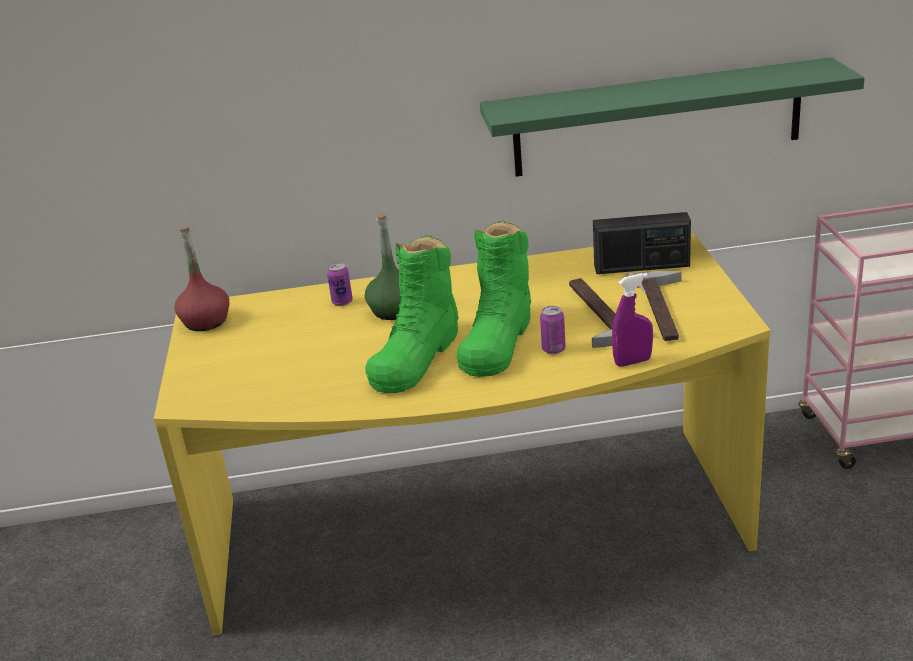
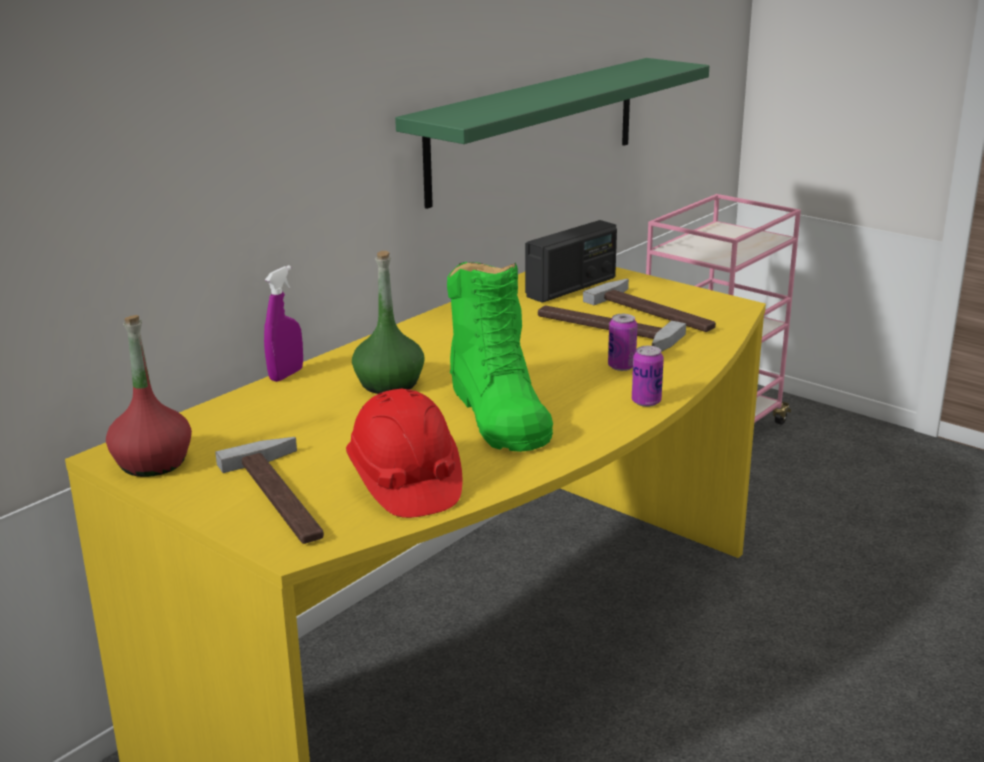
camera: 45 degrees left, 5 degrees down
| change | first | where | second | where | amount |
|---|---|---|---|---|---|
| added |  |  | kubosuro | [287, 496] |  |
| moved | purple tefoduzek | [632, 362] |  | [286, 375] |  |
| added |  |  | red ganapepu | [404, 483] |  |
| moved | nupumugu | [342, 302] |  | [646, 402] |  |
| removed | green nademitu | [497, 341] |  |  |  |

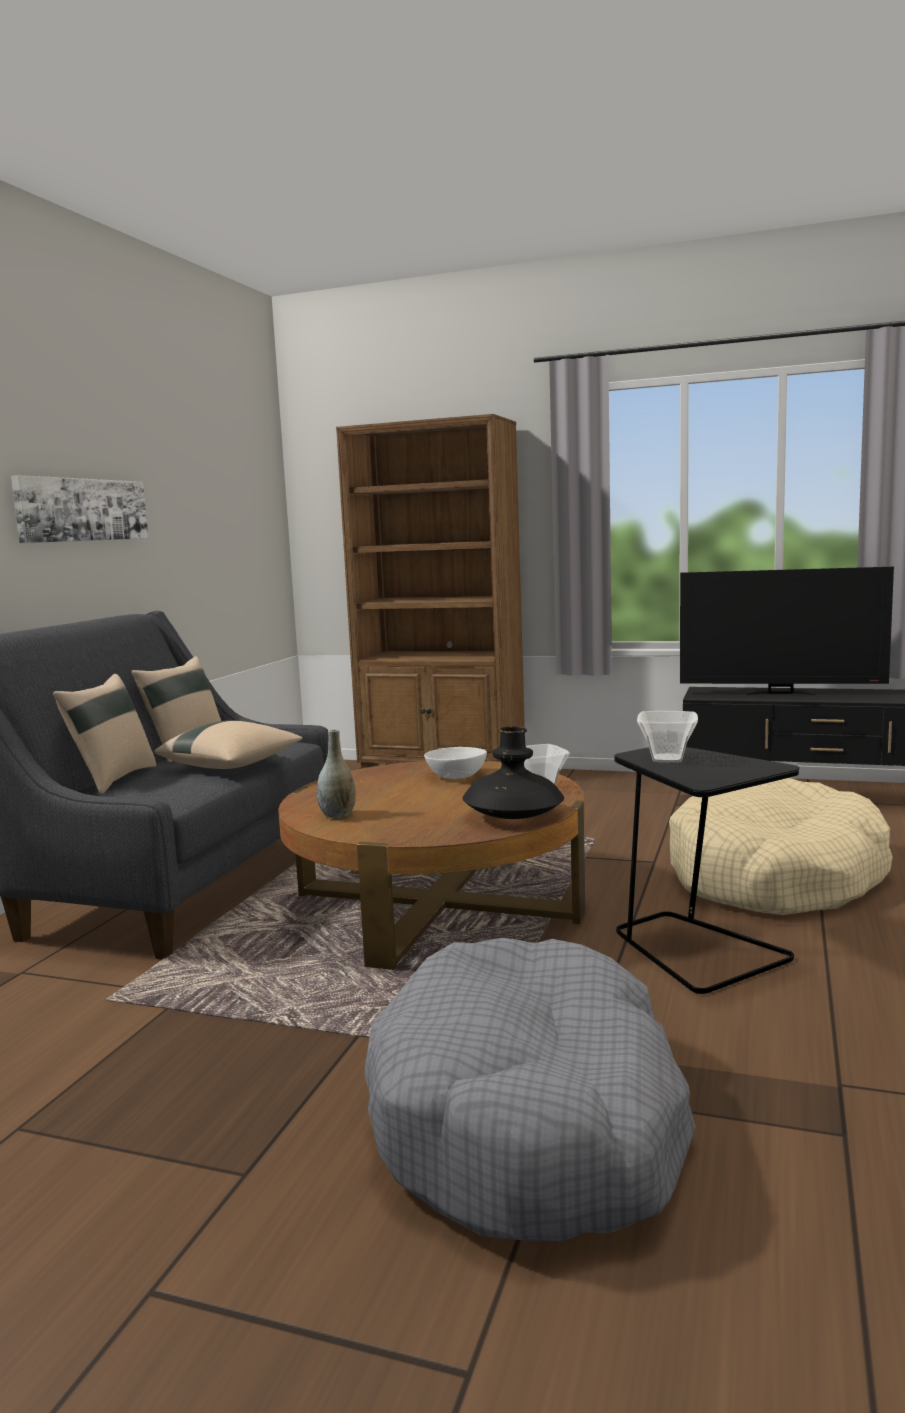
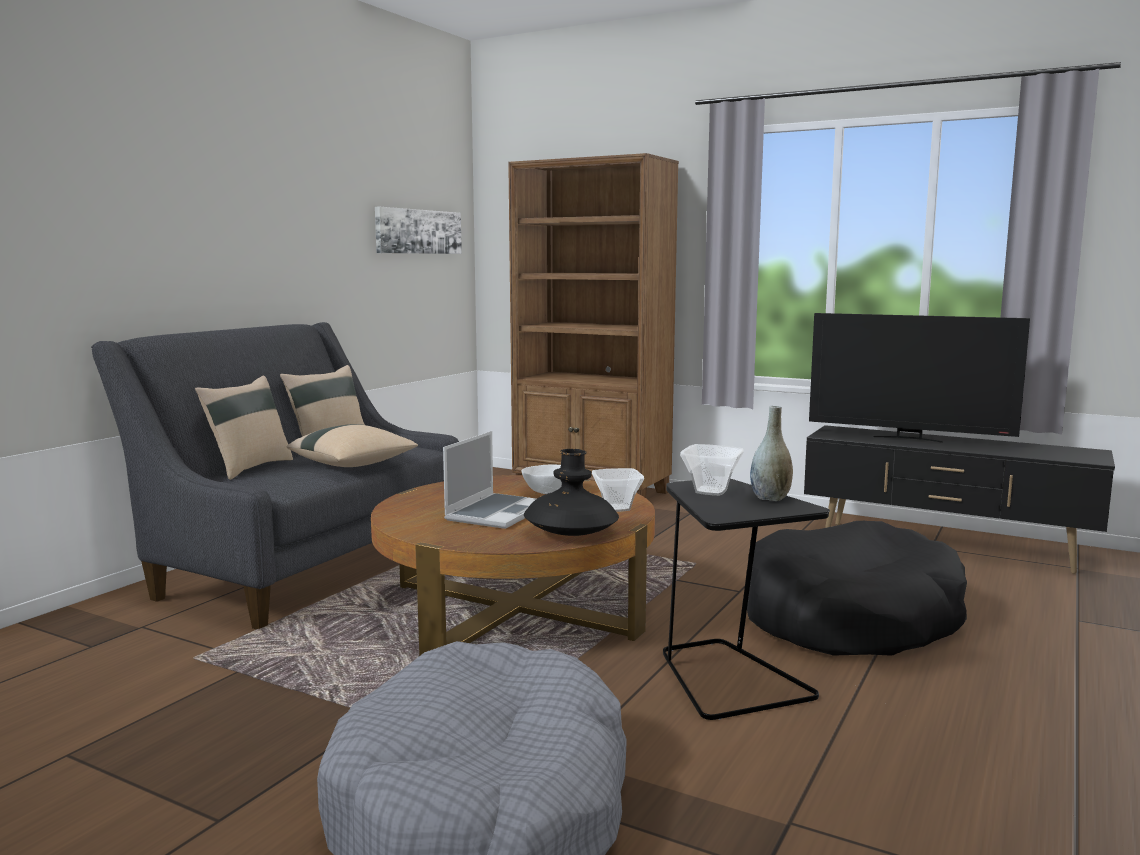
camera: 10 degrees right, 0 degrees up
| change | first | where | second | where | amount |
|---|---|---|---|---|---|
| moved | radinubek | [82, 510] |  | [418, 231] |  |
| added |  |  | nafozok | [496, 513] |  |
| recoloured | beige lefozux | [775, 877] | black lefozux | [849, 618] |  |
| moved | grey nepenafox | [337, 815] |  | [770, 498] |  |

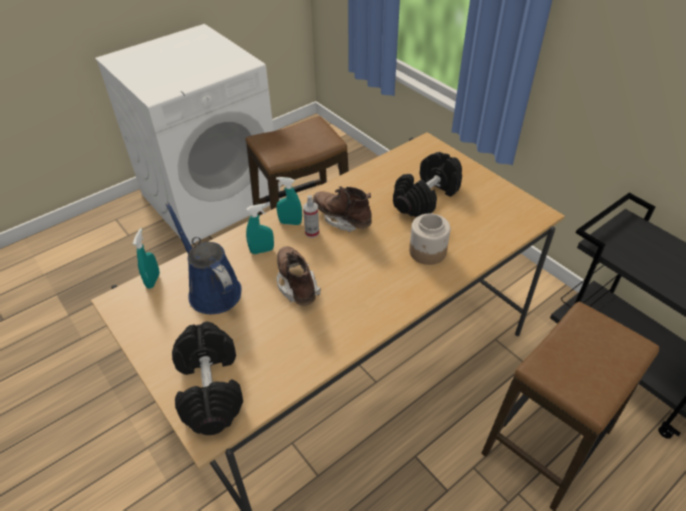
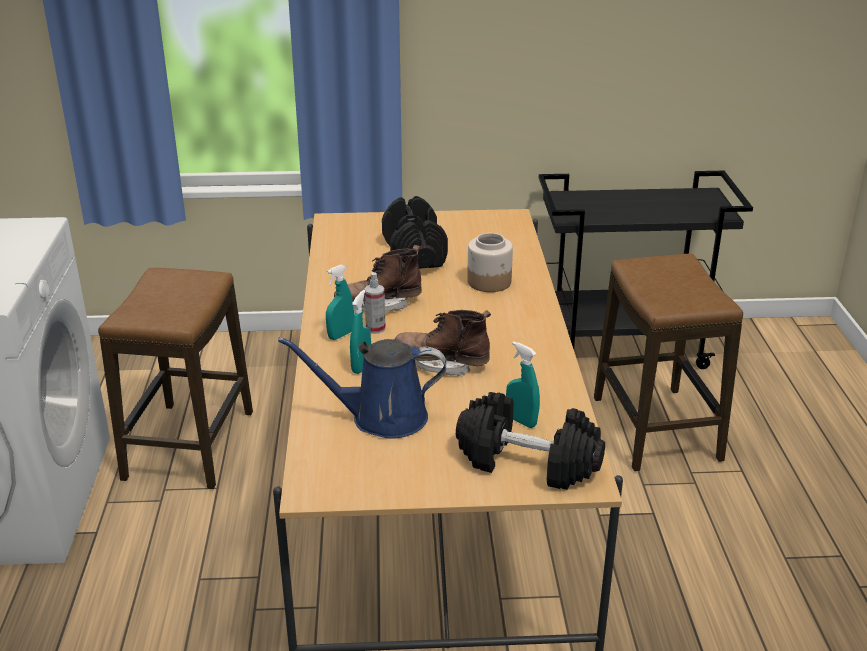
camera: 55 degrees left, 15 degrees down
| change | first | where | second | where | amount |
|---|---|---|---|---|---|
| moved | turquoise tefoduzek | [153, 280] |  | [521, 421] |  |

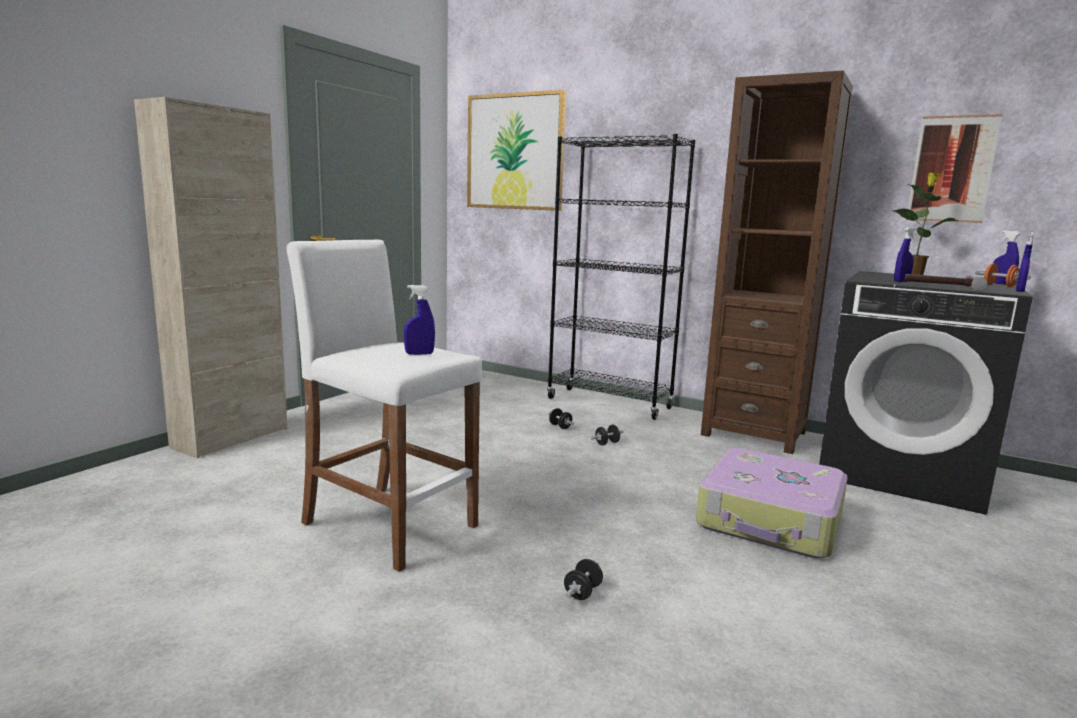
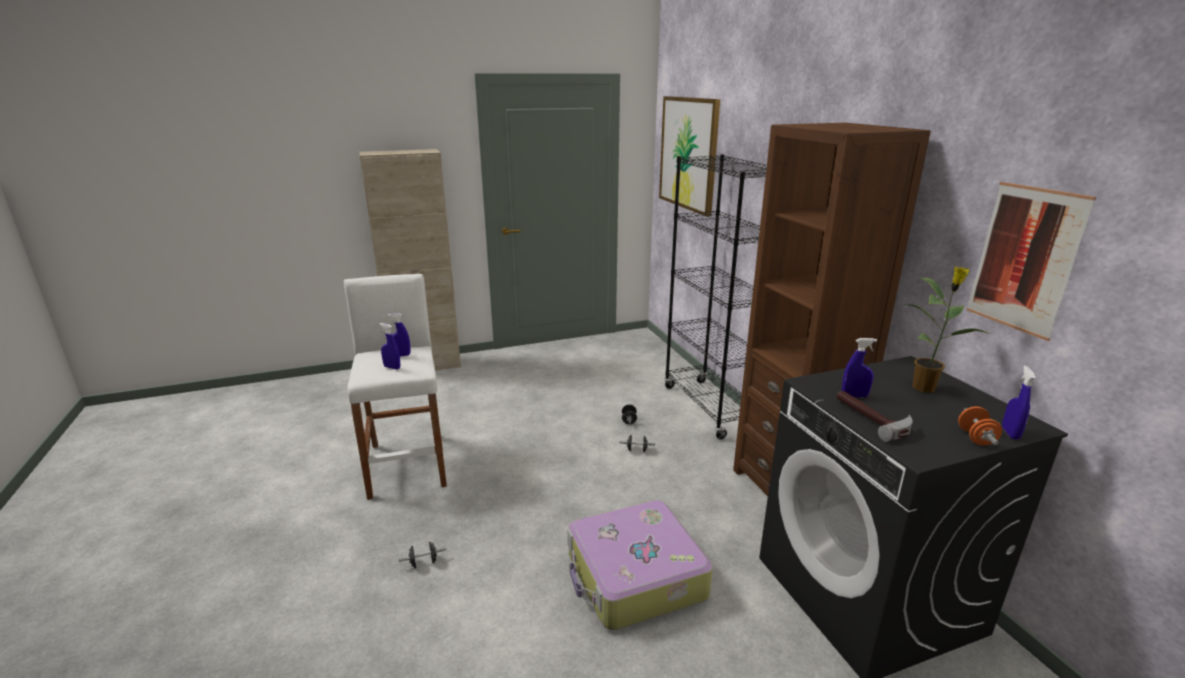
camera: 40 degrees right, 10 degrees up
| change | first | where | second | where | amount |
|---|---|---|---|---|---|
| moved | blue tefoduzek | [1019, 291] |  | [401, 355] |  |

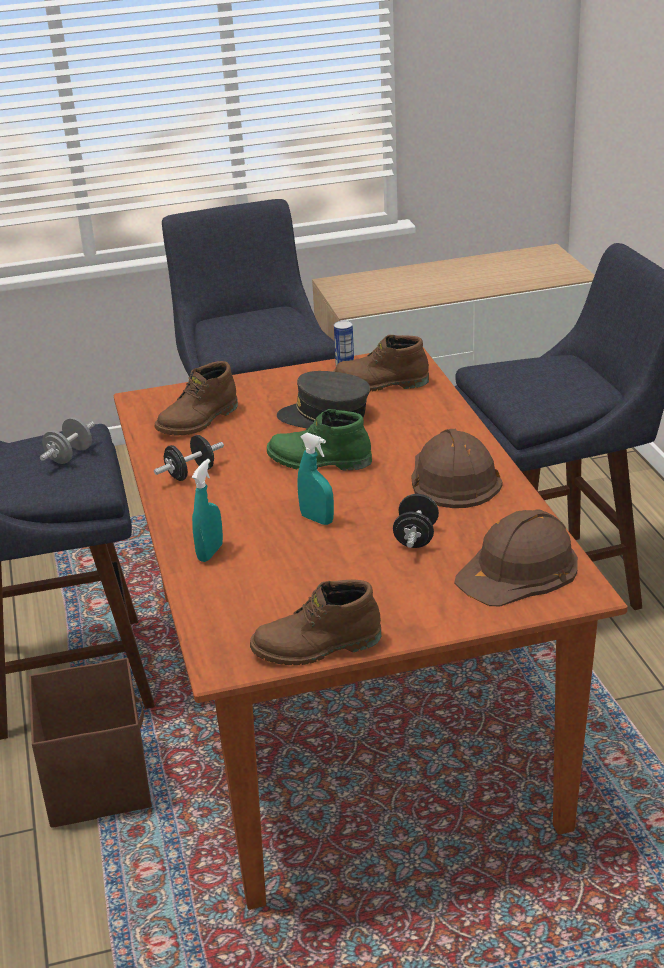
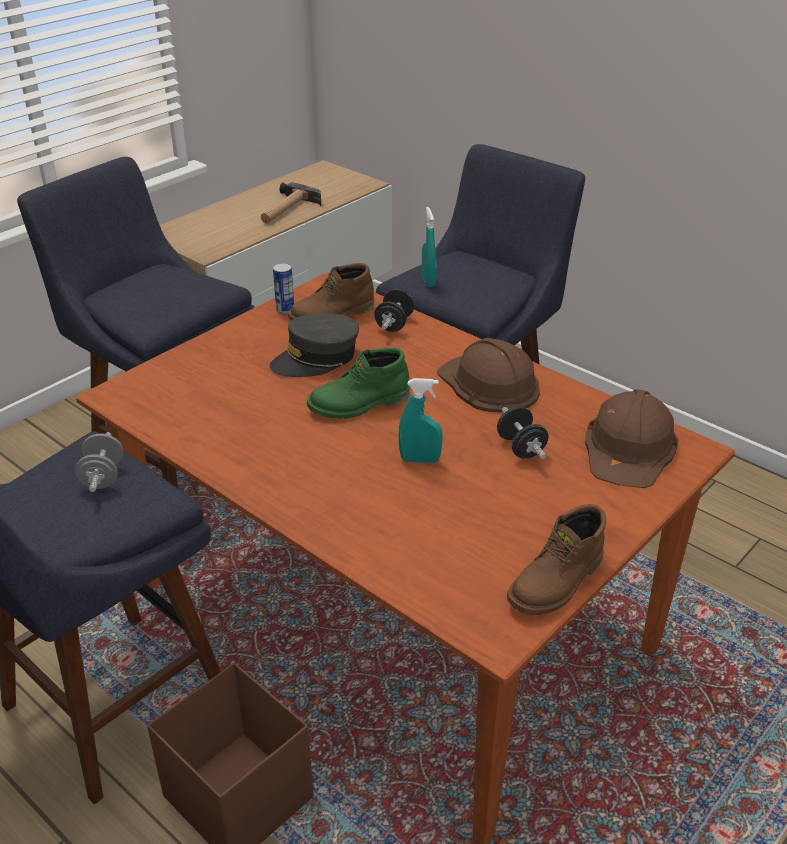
camera: 35 degrees left, 5 degrees up
| change | first | where | second | where | amount |
|---|---|---|---|---|---|
| added |  |  | kubosuro | [287, 210] |  |
| moved | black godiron | [190, 473] |  | [394, 324] |  |
| moved | turquoise tefoduzek | [210, 552] |  | [428, 281] |  |
| removed | brown nademitu | [199, 421] |  |  |  |

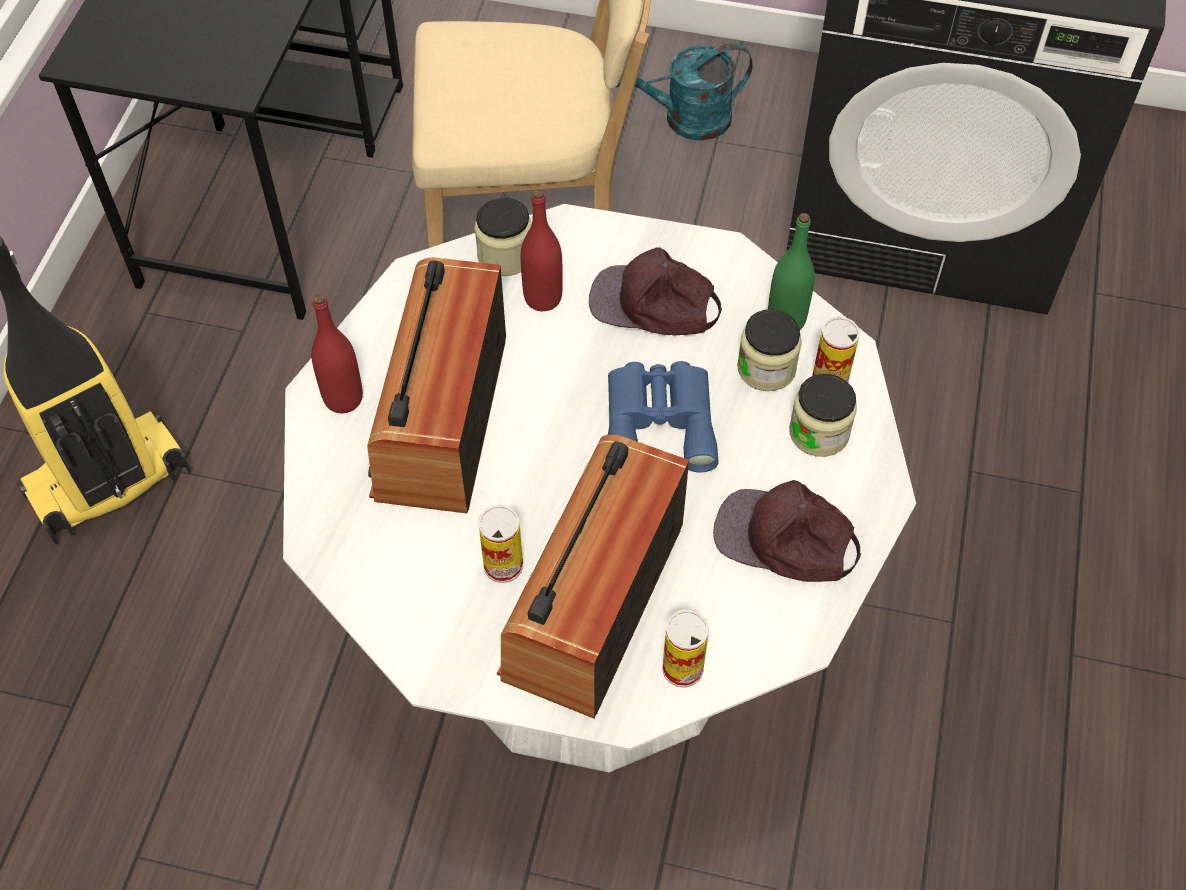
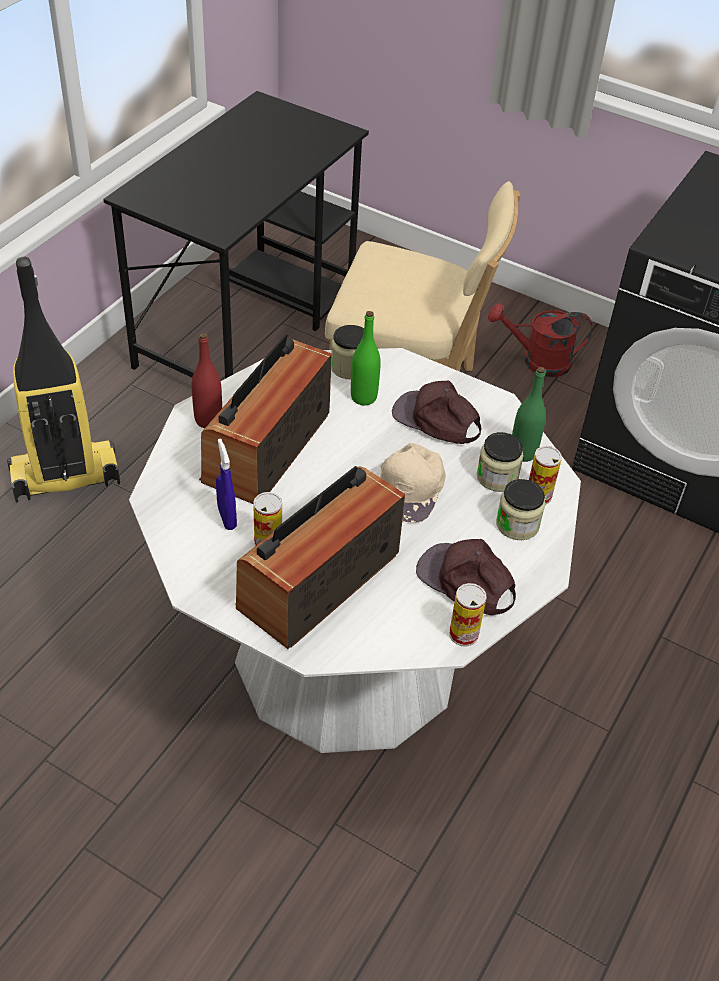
camera: 15 degrees right, 10 degrees down
| change | first | where | second | where | amount |
|---|---|---|---|---|---|
| added |  |  | blue tefoduzek | [227, 518] |  |
| recoloured | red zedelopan | [543, 298] | green zedelopan | [363, 397] |  |
| replaced | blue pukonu | [659, 420] | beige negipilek | [410, 488] |  |
| moved | nupumugu | [682, 668] |  | [463, 634] |  |
| recoloured | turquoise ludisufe | [685, 120] | red ludisufe | [537, 361] |  |

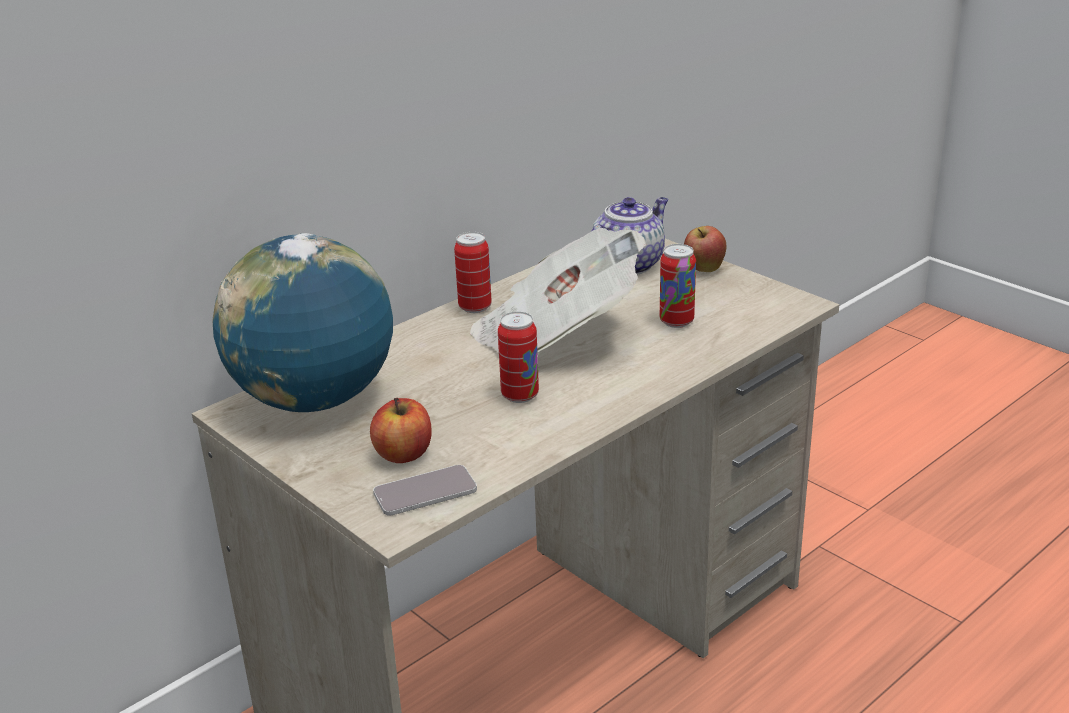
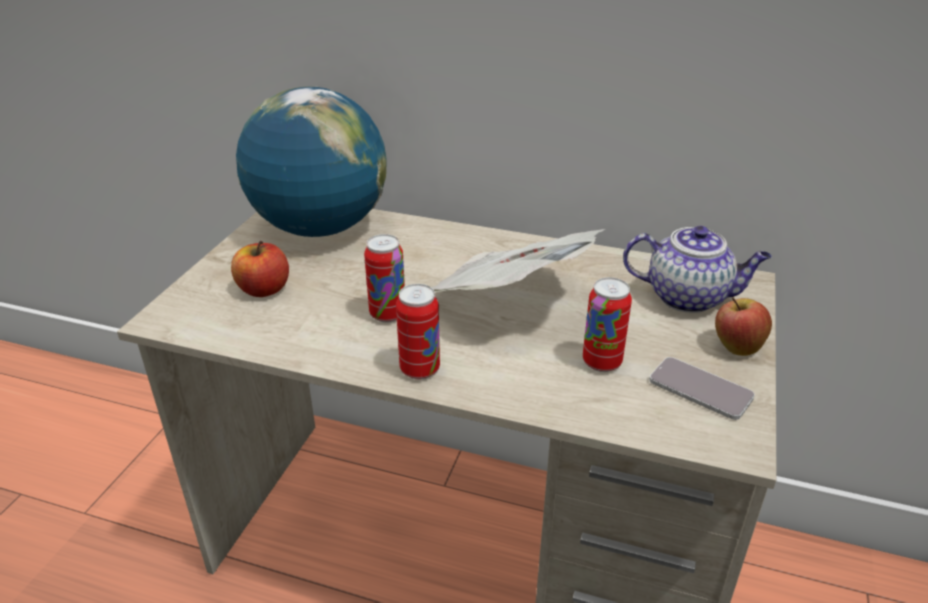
camera: 60 degrees right, 5 degrees up
| change | first | where | second | where | amount |
|---|---|---|---|---|---|
| moved | nupumugu | [475, 307] |  | [419, 369] |  |
| moved | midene | [425, 492] |  | [700, 389] |  |

